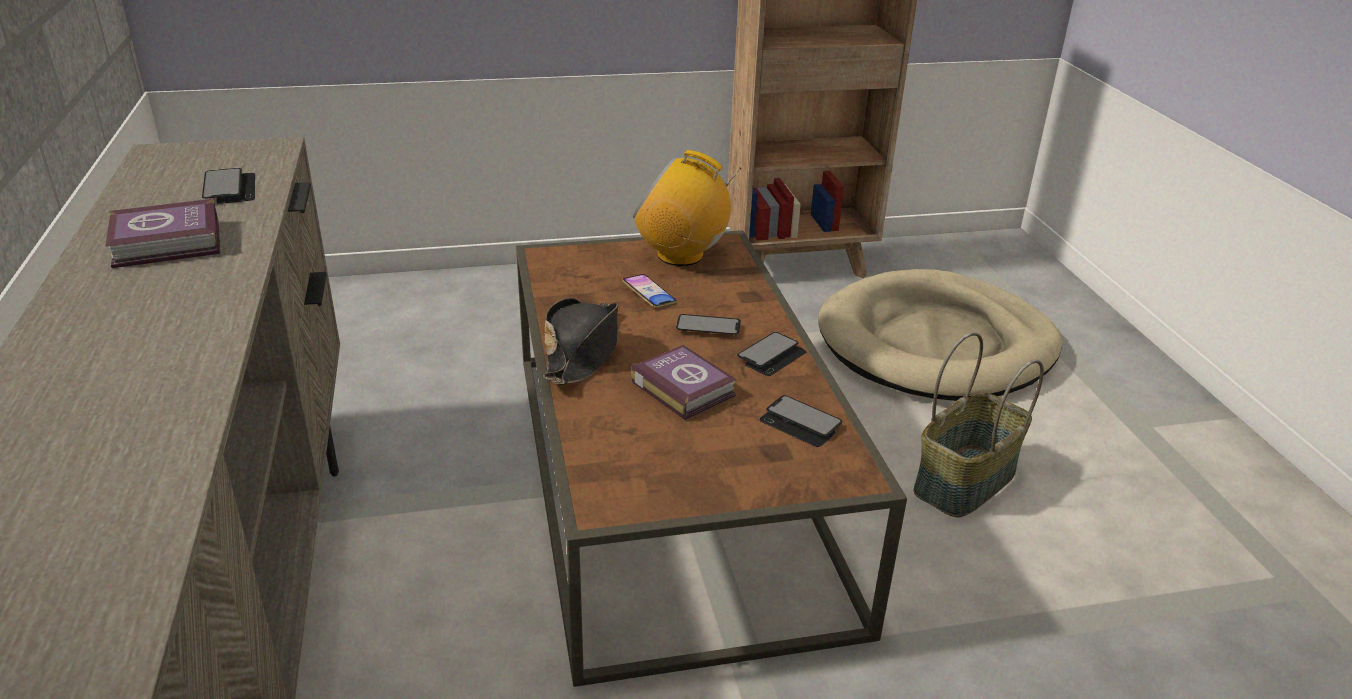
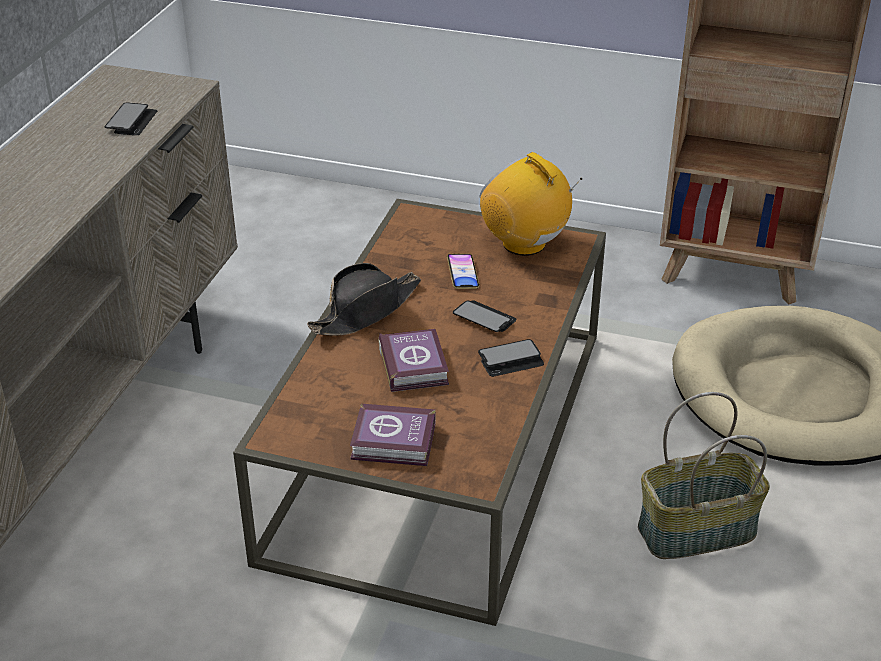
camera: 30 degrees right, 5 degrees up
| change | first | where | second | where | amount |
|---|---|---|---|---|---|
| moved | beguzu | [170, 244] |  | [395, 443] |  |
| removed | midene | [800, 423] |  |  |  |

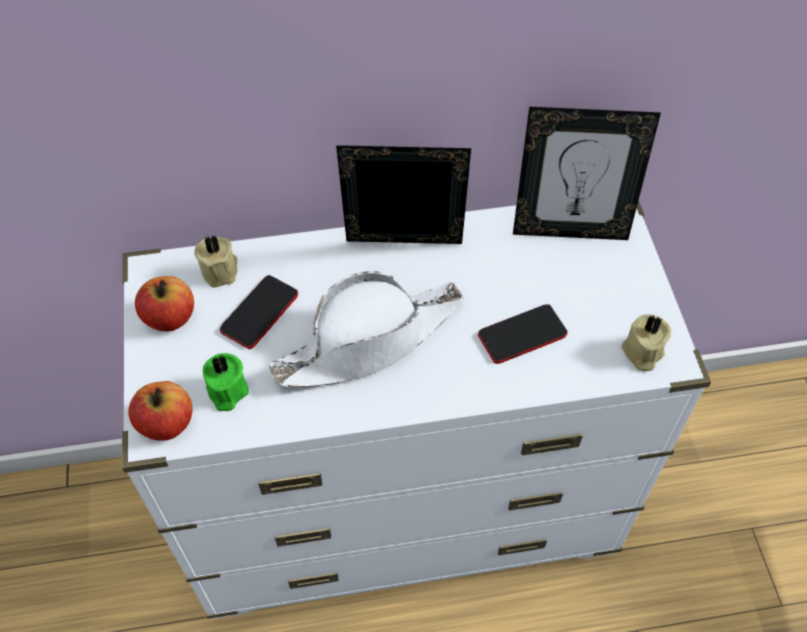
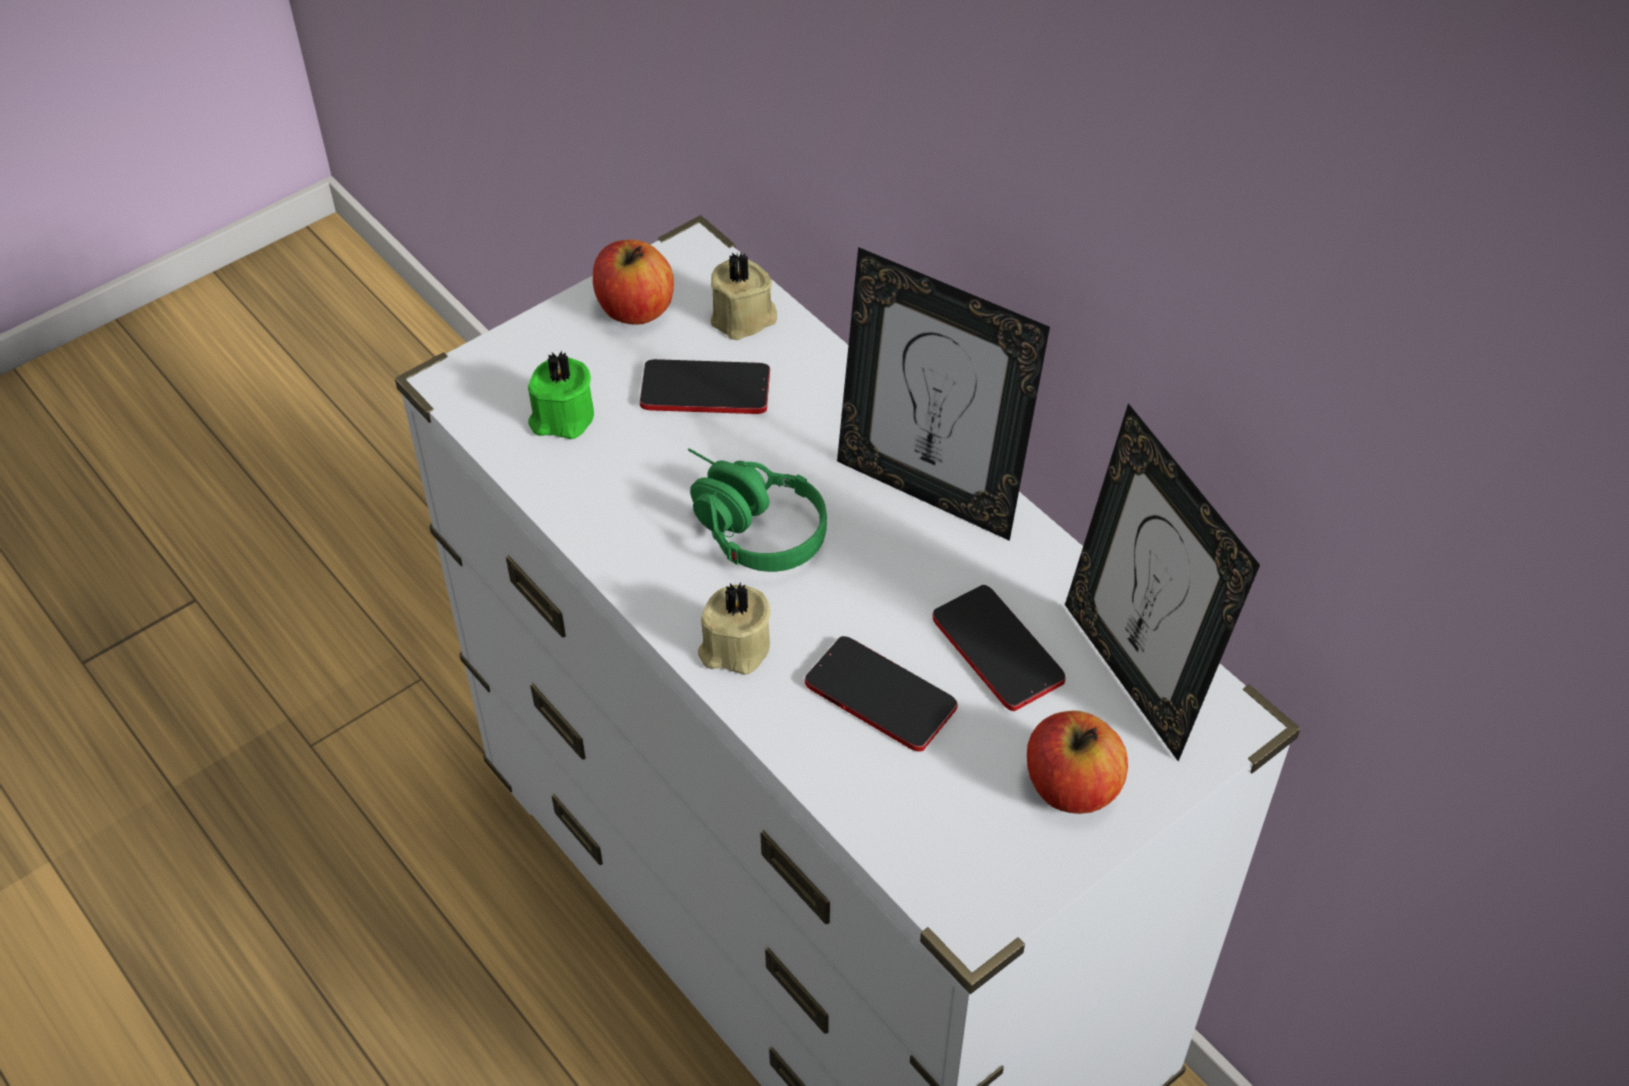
camera: 60 degrees right, 5 degrees down
| change | first | where | second | where | amount |
|---|---|---|---|---|---|
| replaced | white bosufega | [370, 340] | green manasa | [743, 524] |  |
| moved | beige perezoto | [642, 352] |  | [734, 647] |  |
| turned | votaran | [403, 250] |  | [930, 489] | 150 degrees clockwise |
| added |  |  | midene | [997, 649] |  |
| moved | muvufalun | [166, 423] |  | [1071, 786] |  |

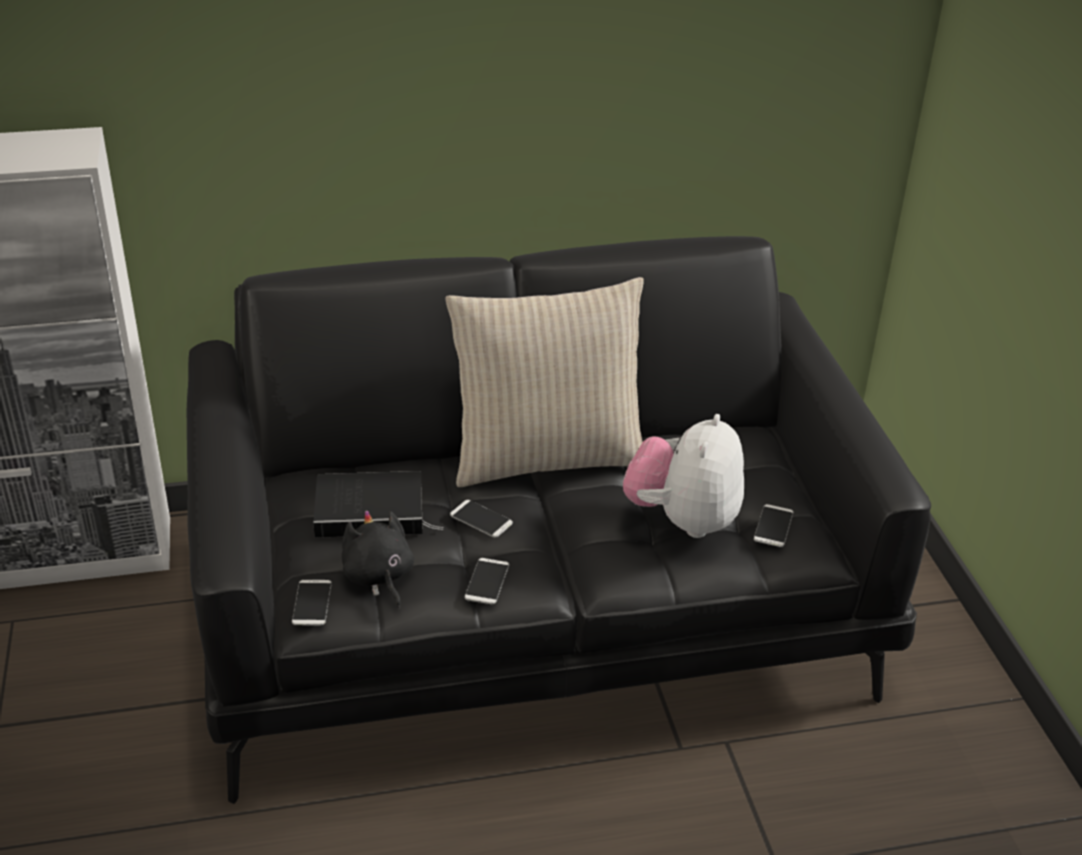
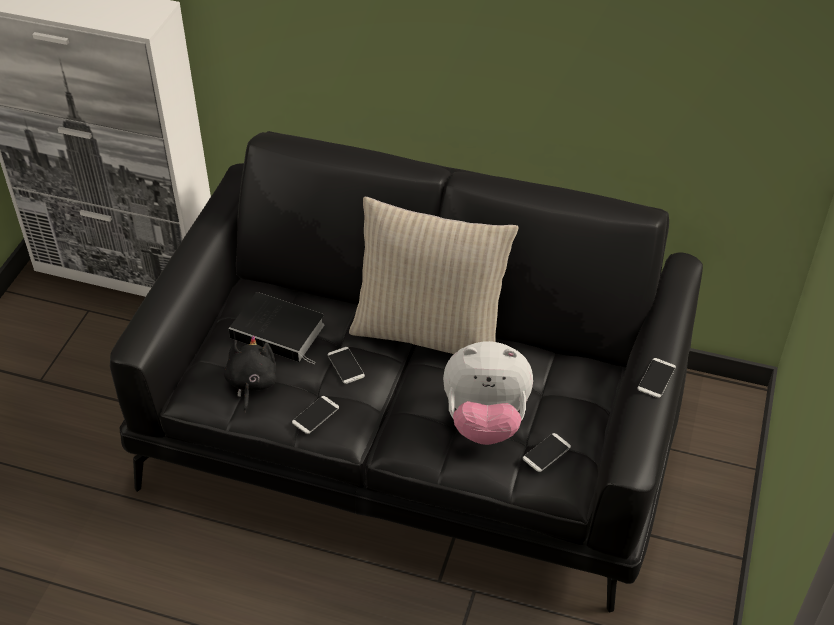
camera: 30 degrees right, 10 degrees up
| change | first | where | second | where | amount |
|---|---|---|---|---|---|
| turned | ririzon | [683, 520] |  | [485, 421] | 135 degrees counterclockwise |
| moved | midene | [312, 603] |  | [656, 378] |  |

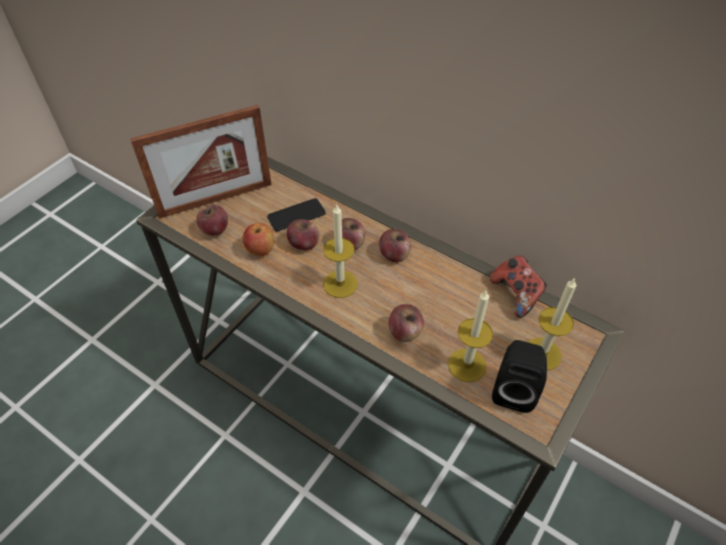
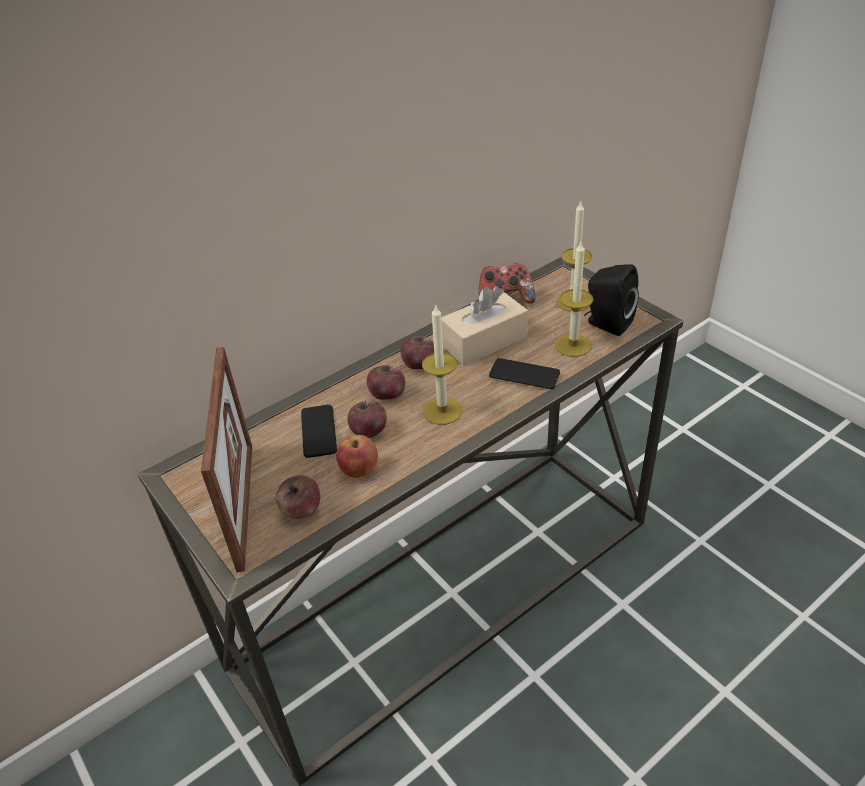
camera: 70 degrees left, 10 degrees down
| change | first | where | second | where | amount |
|---|---|---|---|---|---|
| added |  |  | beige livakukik | [484, 341] |  |
| replaced | muvufalun | [405, 332] | midene | [524, 374] |  |

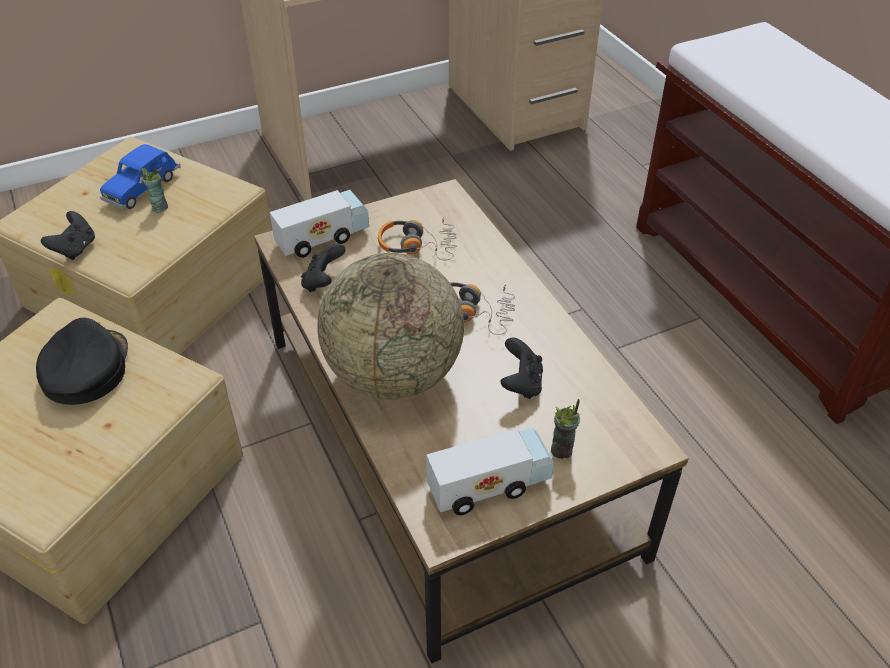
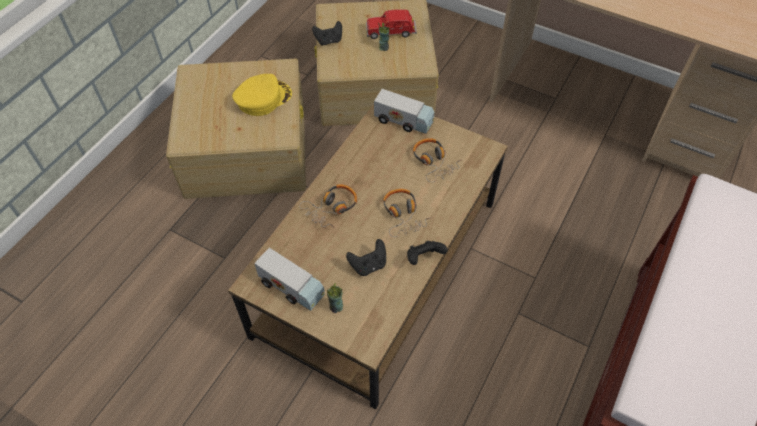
camera: 55 degrees right, 10 degrees up
| change | first | where | second | where | amount |
|---|---|---|---|---|---|
| recoloured | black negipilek | [85, 368] | yellow negipilek | [263, 98] |  |
| replaced | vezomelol | [394, 375] | manasa | [332, 208] |  |
| recoloured | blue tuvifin | [143, 188] | red tuvifin | [391, 32] |  |
| moved | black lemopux | [323, 282] |  | [424, 258] |  |

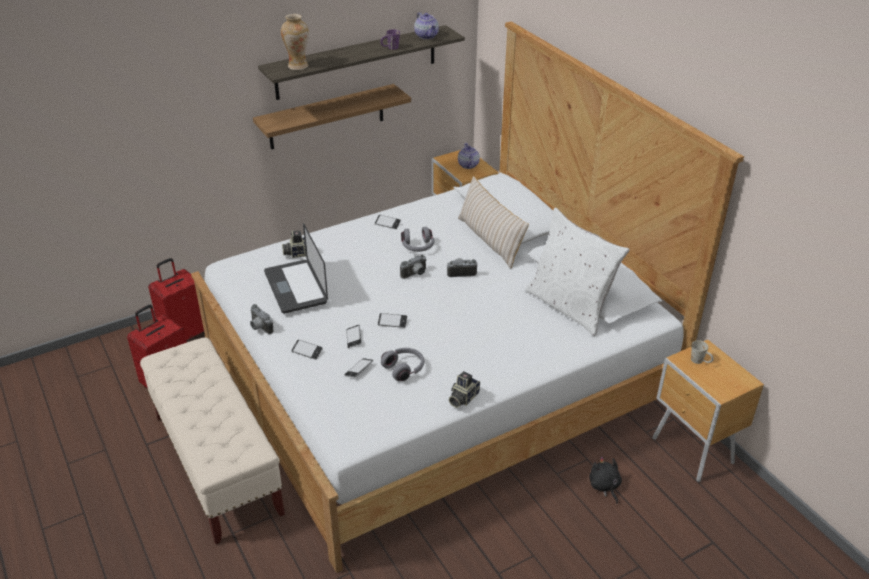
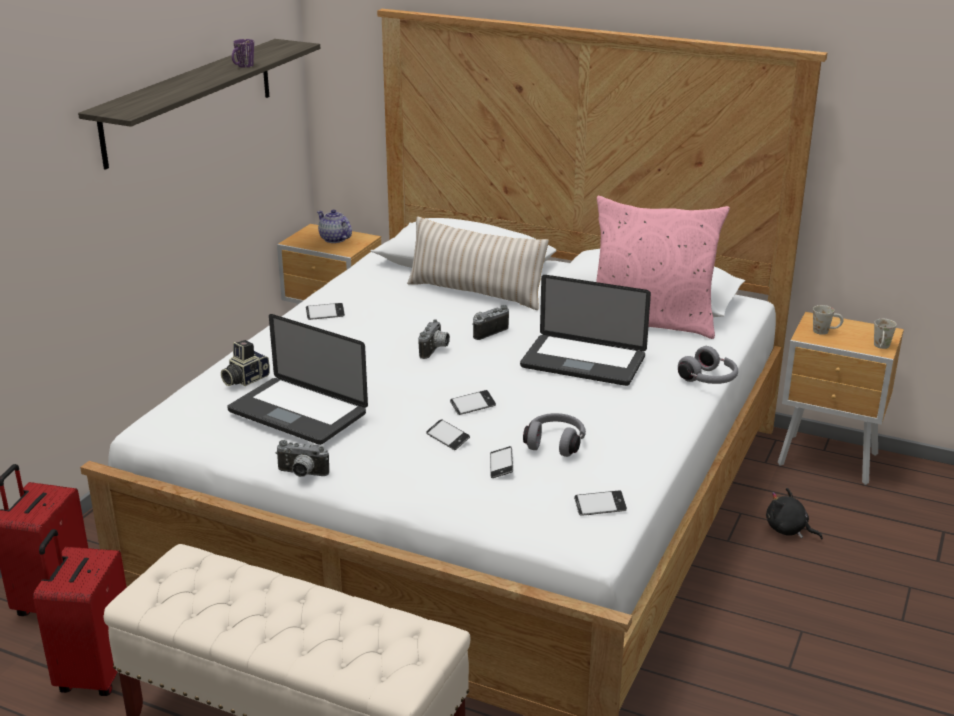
camera: 35 degrees left, 10 degrees down
| change | first | where | second | where | amount |
|---|---|---|---|---|---|
| added |  |  | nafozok | [583, 362] |  |
| moved | midene | [307, 351] |  | [600, 507] |  |
| recoloured | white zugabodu | [570, 306] | pink zugabodu | [651, 322] |  |
| moved | grey manasa | [418, 247] |  | [709, 379] |  |
| added |  |  | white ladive | [881, 347] |  |
| removed | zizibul | [326, 117] |  |  |  |
| removed | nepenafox | [298, 66] |  |  |  |
| removed | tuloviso | [427, 36] |  |  |  |
| removed | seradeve | [462, 398] |  |  |  |

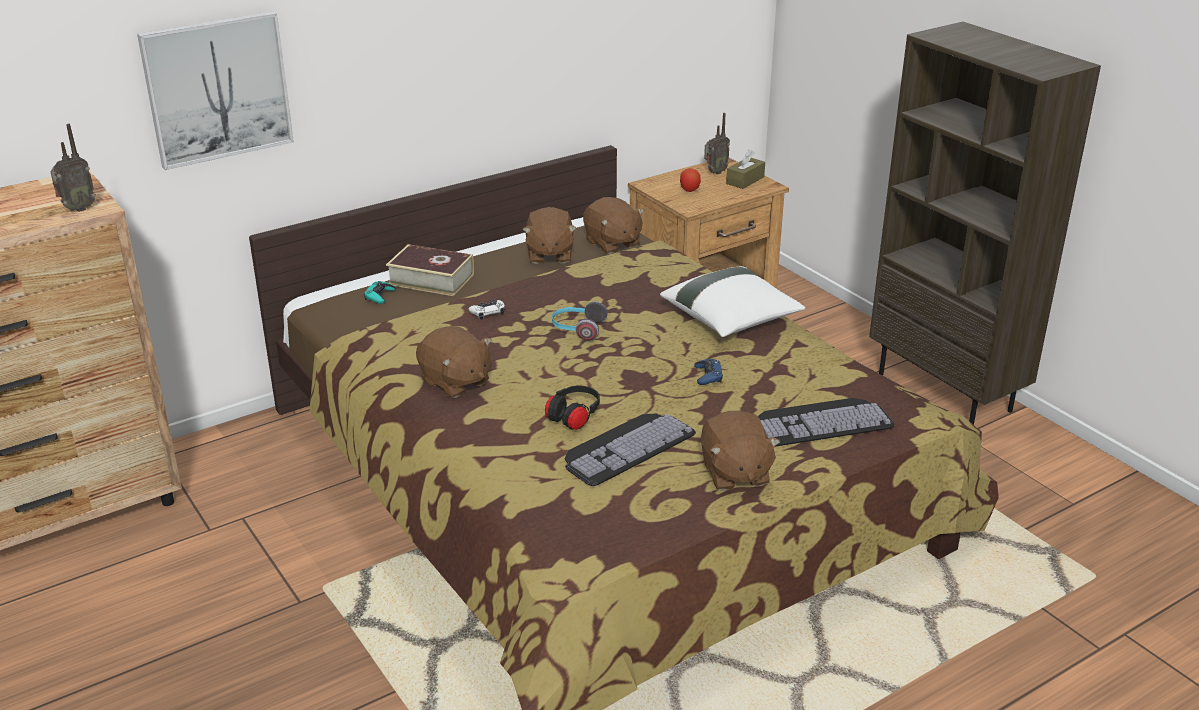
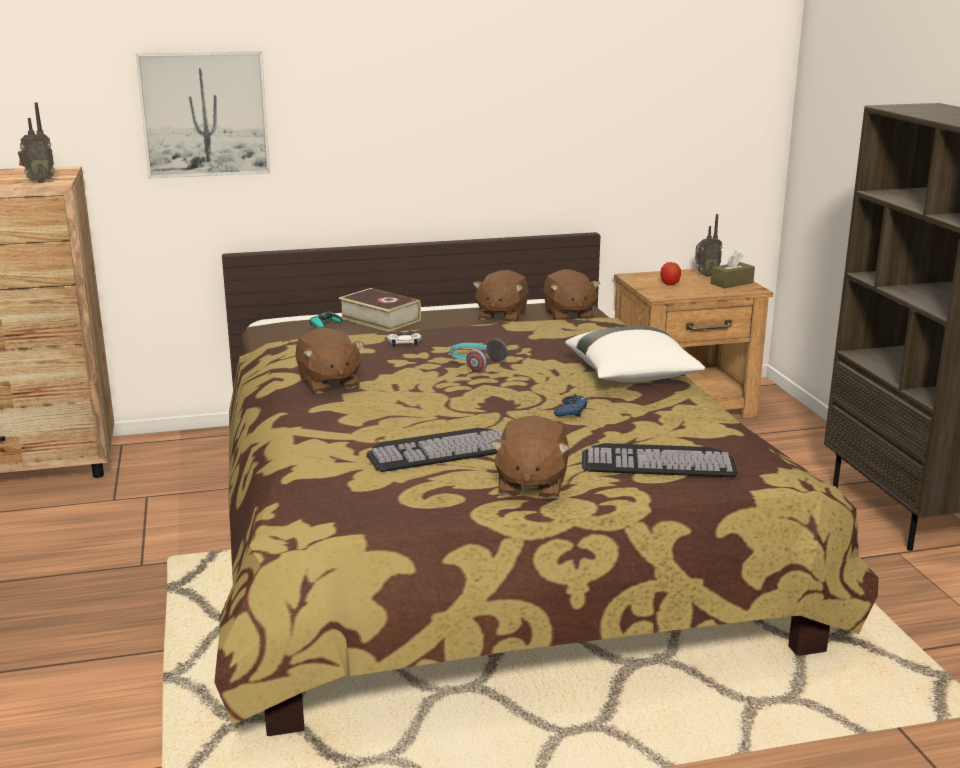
camera: 20 degrees right, 10 degrees down
| change | first | where | second | where | amount |
|---|---|---|---|---|---|
| removed | black manasa | [573, 418] |  |  |  |

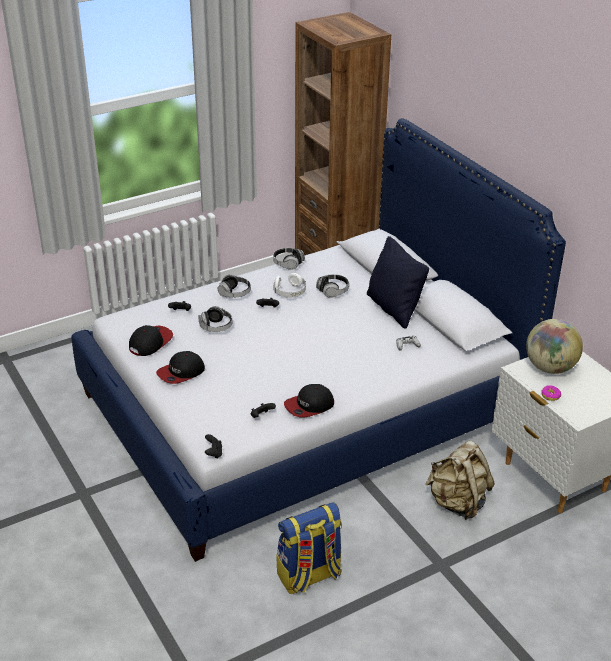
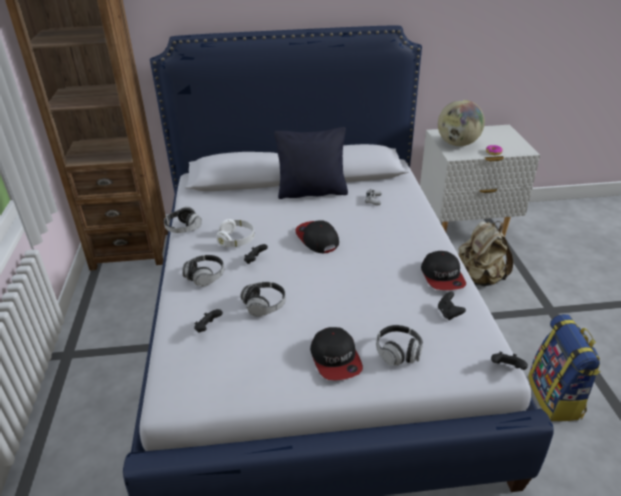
camera: 65 degrees left, 0 degrees up
| change | first | where | second | where | amount |
|---|---|---|---|---|---|
| moved | negipilek | [150, 342] |  | [317, 239] |  |
| moved | manasa | [333, 291] |  | [398, 352] |  |

